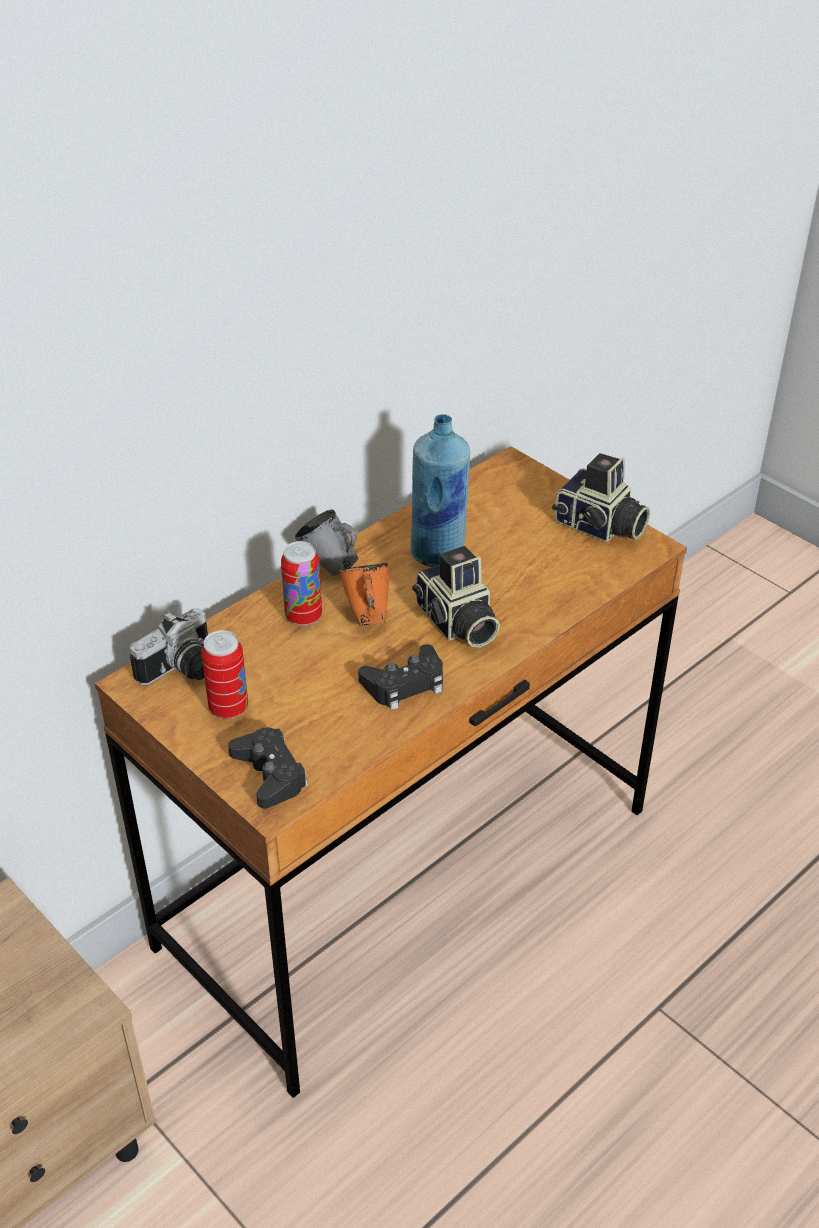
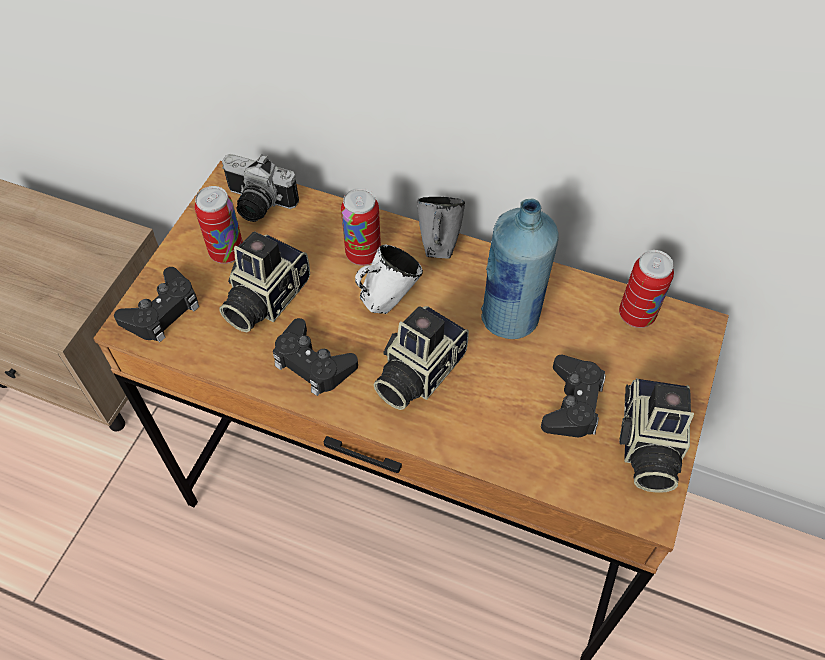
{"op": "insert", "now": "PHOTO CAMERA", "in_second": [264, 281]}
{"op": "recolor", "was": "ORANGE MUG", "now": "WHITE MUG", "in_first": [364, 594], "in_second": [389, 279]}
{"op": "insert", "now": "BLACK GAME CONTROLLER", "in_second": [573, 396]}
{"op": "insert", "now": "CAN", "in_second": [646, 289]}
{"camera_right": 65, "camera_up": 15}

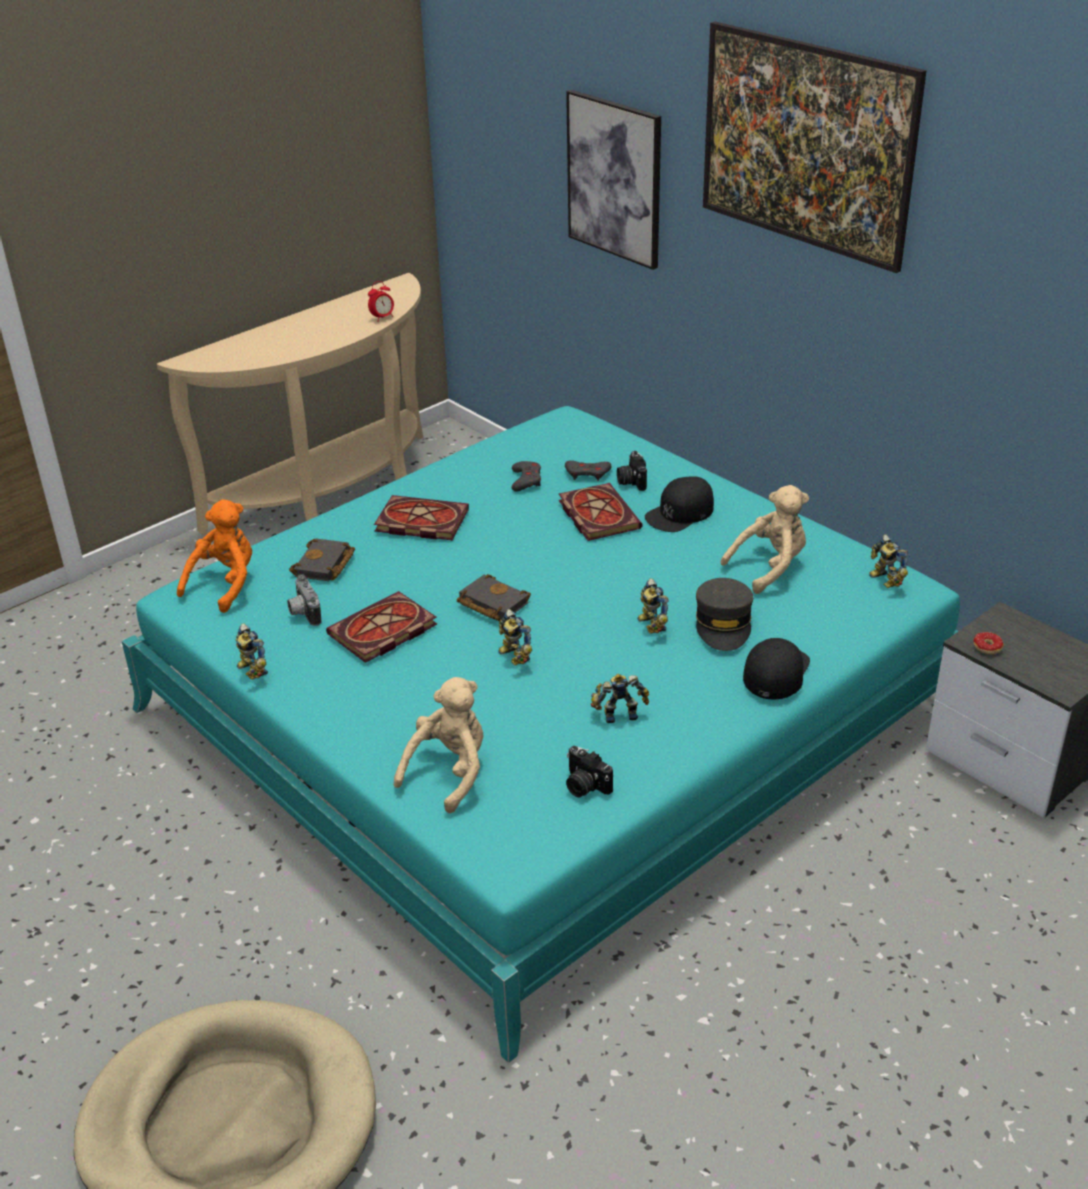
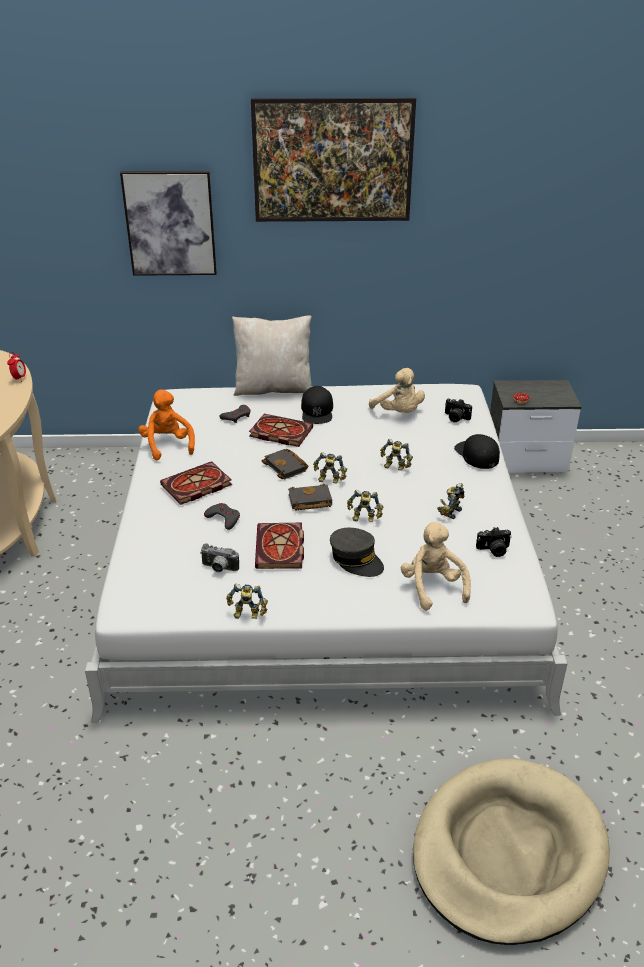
{"op": "recolor", "was": "TURQUOISE BED", "now": "WHITE BED", "in_first": [541, 734], "in_second": [326, 553]}
{"op": "move", "was": "ORANGE PLUSH TOY", "in_first": [214, 556], "in_second": [166, 424]}
{"op": "move", "was": "GREY GAME CONTROLLER", "in_first": [526, 476], "in_second": [222, 516]}
{"op": "insert", "now": "BEIGE PILLOW", "in_second": [272, 355]}
{"op": "move", "was": "BLACK BOOK", "in_first": [322, 559], "in_second": [284, 464]}
{"op": "move", "was": "TOY ROBOT", "in_first": [888, 561], "in_second": [330, 467]}
{"op": "move", "was": "GREY CAP", "in_first": [724, 614], "in_second": [357, 552]}
{"op": "rotate", "was": "BEIGE PLUSH TOY", "in_first": [764, 539], "in_second": [397, 390], "clockwise": 135}
{"op": "move", "was": "PHOTO CAMERA", "in_first": [632, 471], "in_second": [458, 410]}
{"camera_right": -50, "camera_up": 0}

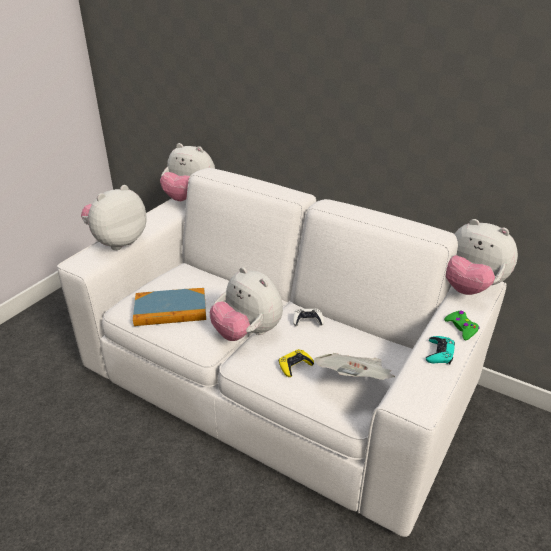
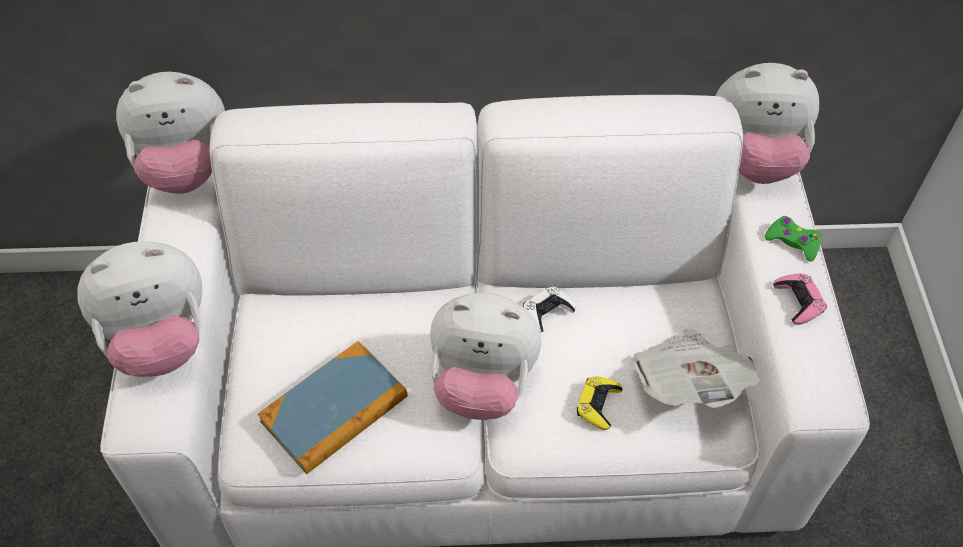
{"op": "rotate", "was": "PLUSH TOY", "in_first": [113, 217], "in_second": [139, 309], "clockwise": -120}
{"op": "recolor", "was": "TURQUOISE GAME CONTROLLER", "now": "PINK GAME CONTROLLER", "in_first": [440, 350], "in_second": [800, 299]}
{"camera_right": -35, "camera_up": 20}

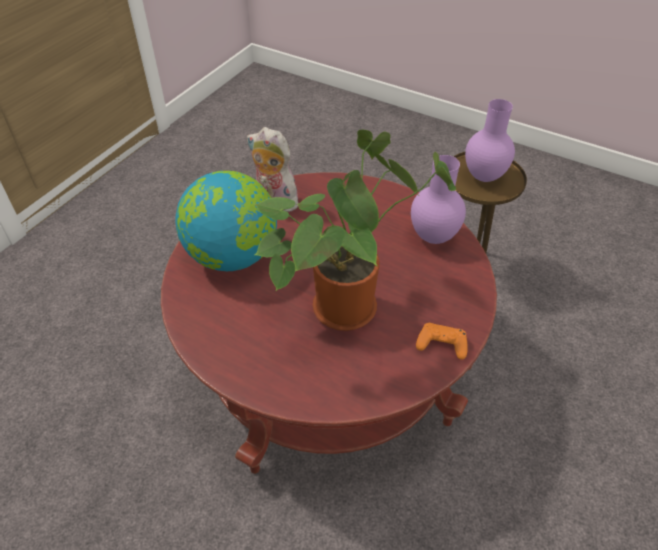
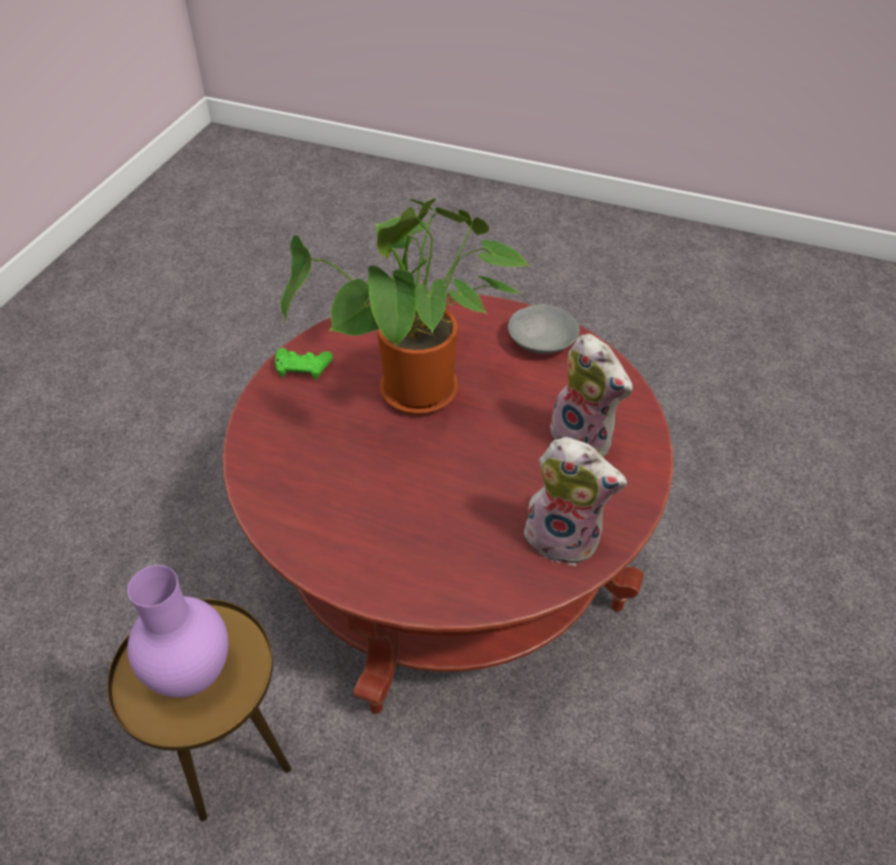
{"op": "recolor", "was": "ORANGE GAME CONTROLLER", "now": "GREEN GAME CONTROLLER", "in_first": [442, 341], "in_second": [304, 363]}
{"op": "insert", "now": "GREY BOWL", "in_second": [544, 329]}
{"op": "replace", "was": "GLOBE", "now": "PLUSH TOY", "in_first": [226, 221], "in_second": [590, 395]}
{"op": "delete", "was": "PURPLE VASE", "in_first": [438, 199]}
{"camera_right": 170, "camera_up": 0}

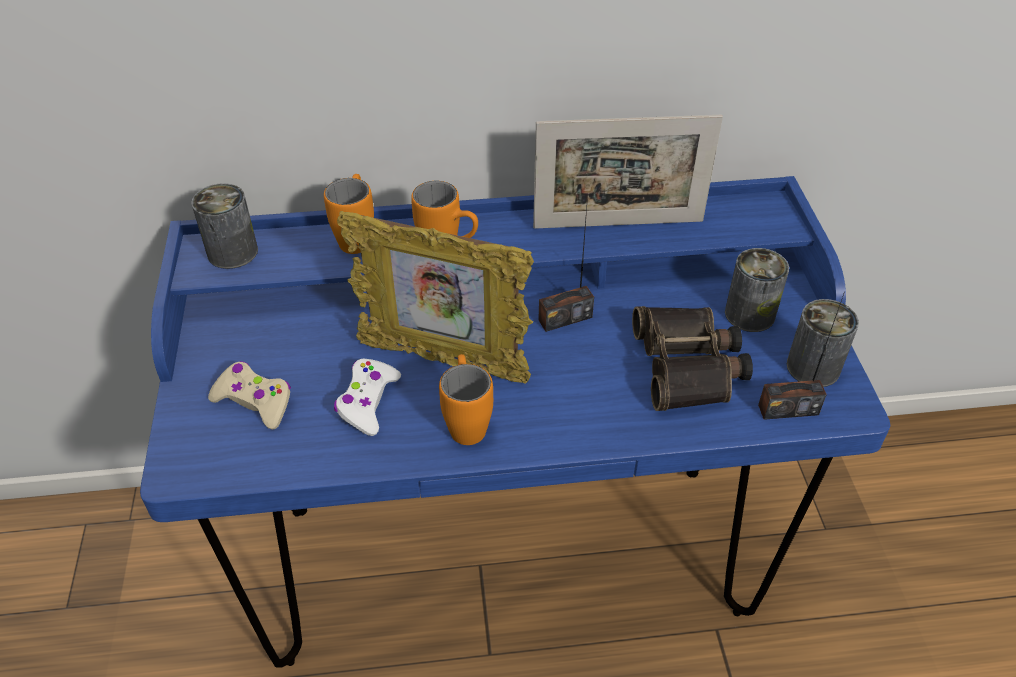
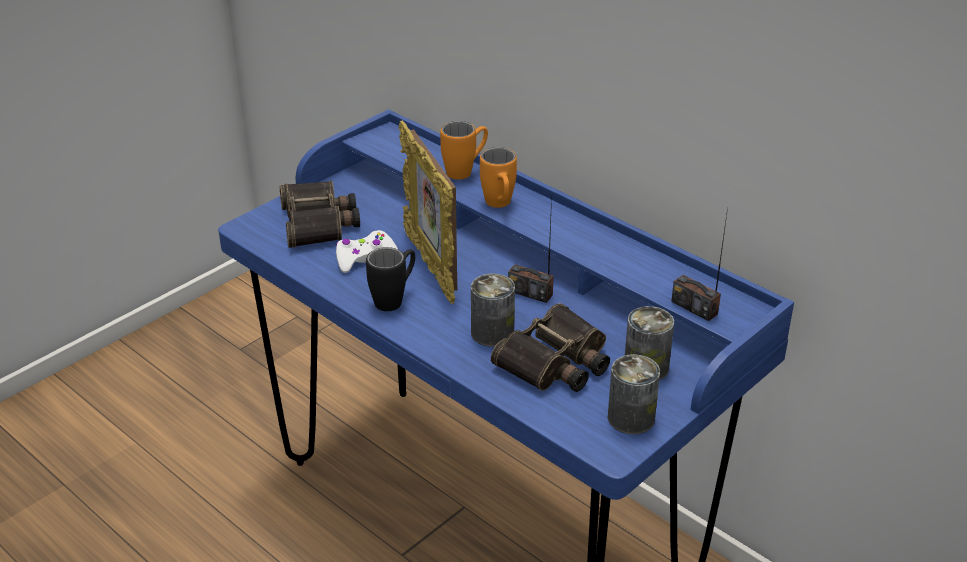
{"op": "replace", "was": "BEIGE GAME CONTROLLER", "now": "BINOCULARS", "in_first": [249, 395], "in_second": [320, 214]}
{"op": "recolor", "was": "ORANGE MUG", "now": "BLACK MUG", "in_first": [466, 399], "in_second": [390, 279]}
{"op": "move", "was": "CAN", "in_first": [224, 226], "in_second": [493, 310]}
{"op": "move", "was": "RADIO", "in_first": [801, 355], "in_second": [699, 264]}
{"op": "delete", "was": "PICTURE FRAME", "in_first": [628, 172]}
{"camera_right": 50, "camera_up": -10}

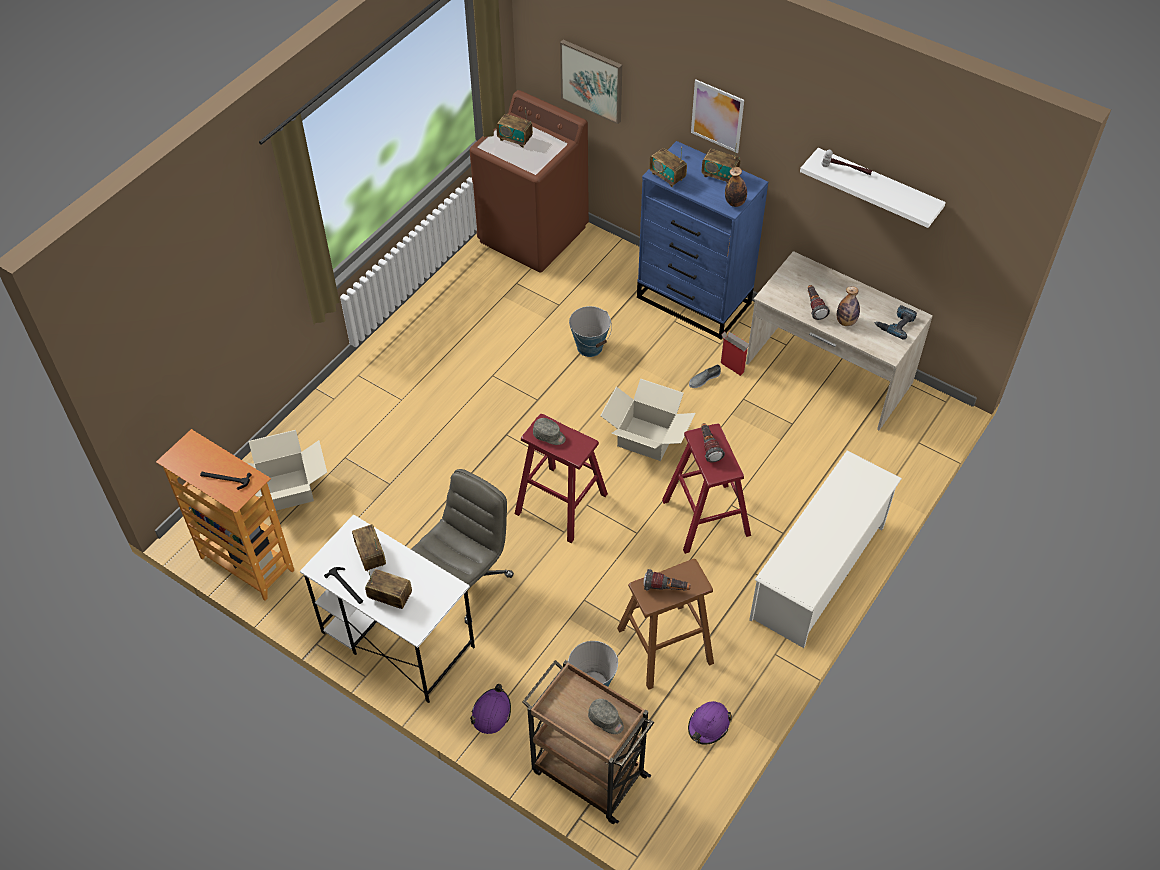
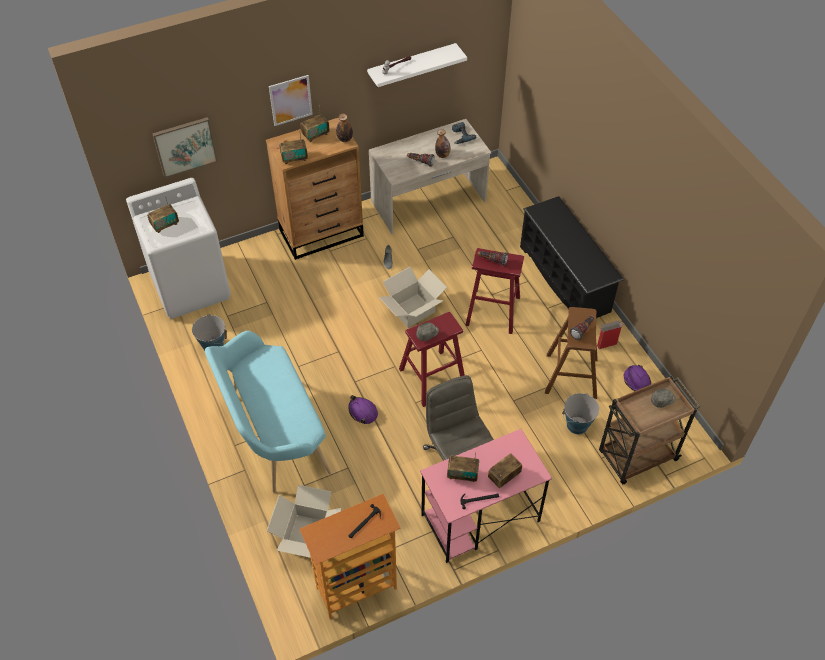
{"op": "recolor", "was": "BROWN WASHING MACHINE", "now": "WHITE WASHING MACHINE", "in_first": [529, 181], "in_second": [178, 248]}
{"op": "move", "was": "BUCKET", "in_first": [590, 331], "in_second": [209, 332]}
{"op": "insert", "now": "TURQUOISE BENCH", "in_second": [268, 412]}
{"op": "recolor", "was": "BLUE DRESSER", "now": "BROWN DRESSER", "in_first": [702, 240], "in_second": [315, 189]}
{"op": "move", "was": "PURPLE HARD HAT", "in_first": [490, 709], "in_second": [363, 409]}
{"op": "recolor", "was": "WHITE DESK", "now": "PINK DESK", "in_first": [387, 608], "in_second": [486, 496]}
{"op": "recolor", "was": "WHITE SHOE RACK", "now": "BLACK SHOE RACK", "in_first": [825, 549], "in_second": [572, 257]}
{"op": "move", "was": "CARDBOARD BOX", "in_first": [735, 354], "in_second": [610, 334]}
{"camera_right": -60, "camera_up": 0}

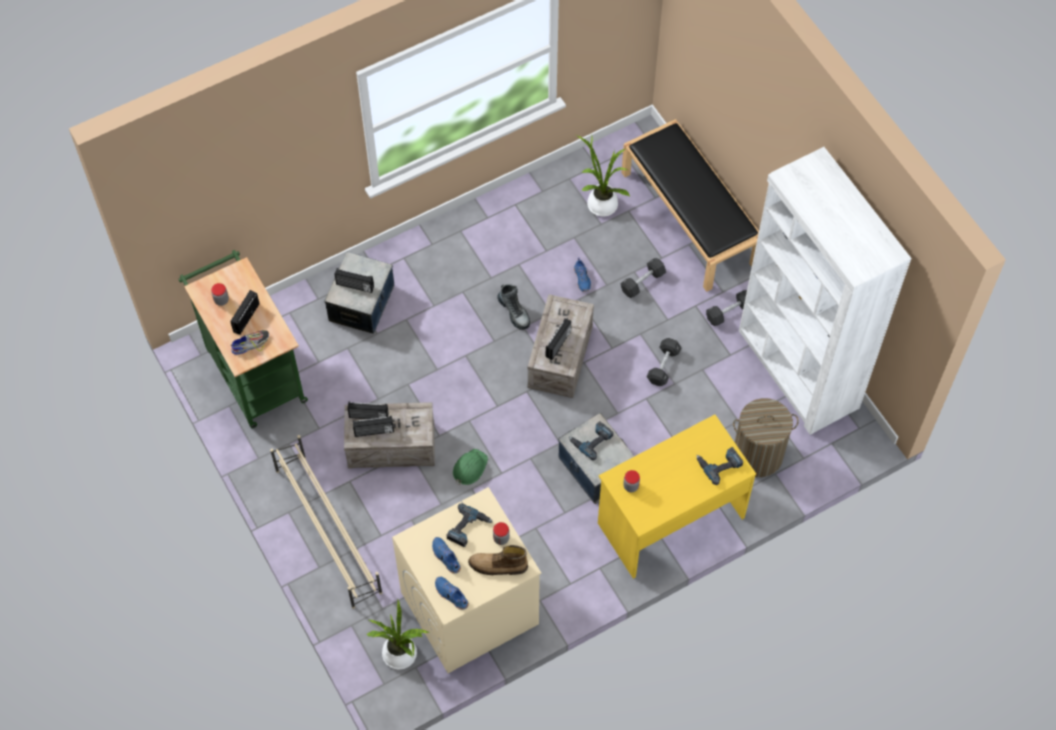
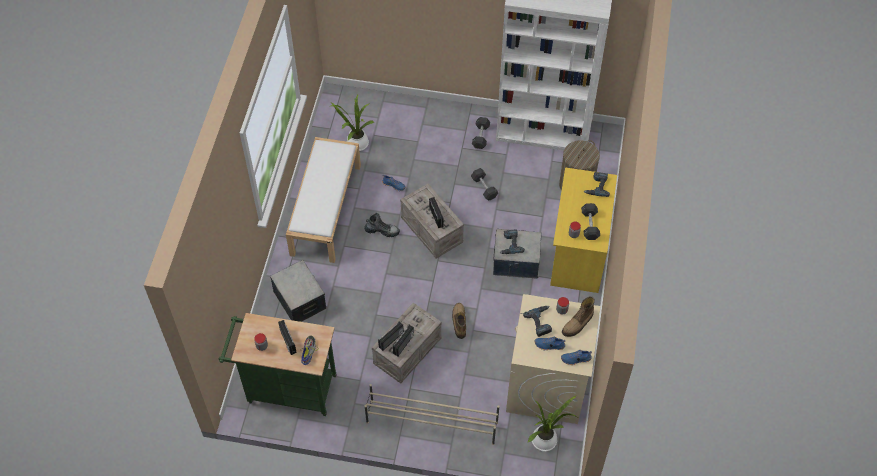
{"op": "insert", "now": "WHITE BENCH", "in_second": [323, 200]}
{"op": "replace", "was": "GREEN HARD HAT", "now": "BOOT", "in_first": [470, 467], "in_second": [459, 321]}
{"op": "move", "was": "BLACK DUMBBELL", "in_first": [643, 278], "in_second": [590, 221]}
{"op": "delete", "was": "RADIO", "in_first": [354, 280]}
{"op": "delete", "was": "BLACK BENCH", "in_first": [690, 205]}
{"camera_right": -50, "camera_up": -5}

